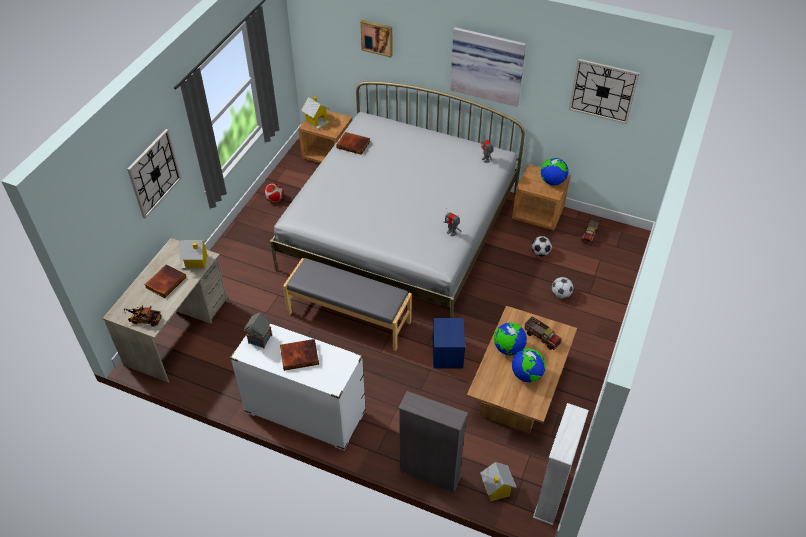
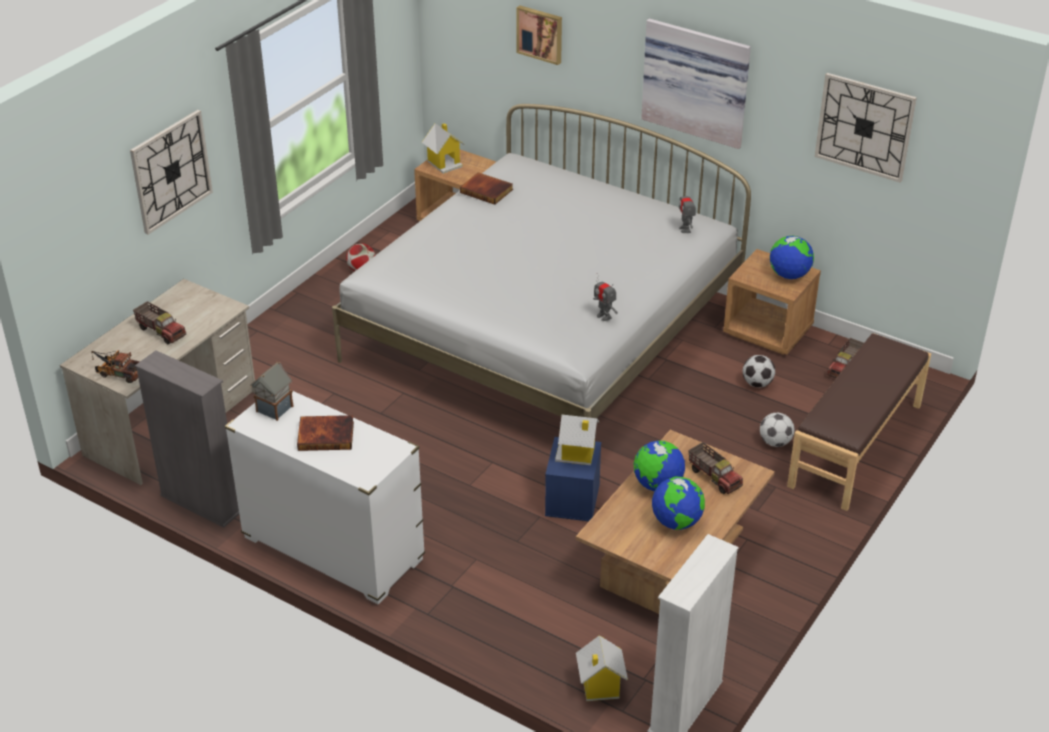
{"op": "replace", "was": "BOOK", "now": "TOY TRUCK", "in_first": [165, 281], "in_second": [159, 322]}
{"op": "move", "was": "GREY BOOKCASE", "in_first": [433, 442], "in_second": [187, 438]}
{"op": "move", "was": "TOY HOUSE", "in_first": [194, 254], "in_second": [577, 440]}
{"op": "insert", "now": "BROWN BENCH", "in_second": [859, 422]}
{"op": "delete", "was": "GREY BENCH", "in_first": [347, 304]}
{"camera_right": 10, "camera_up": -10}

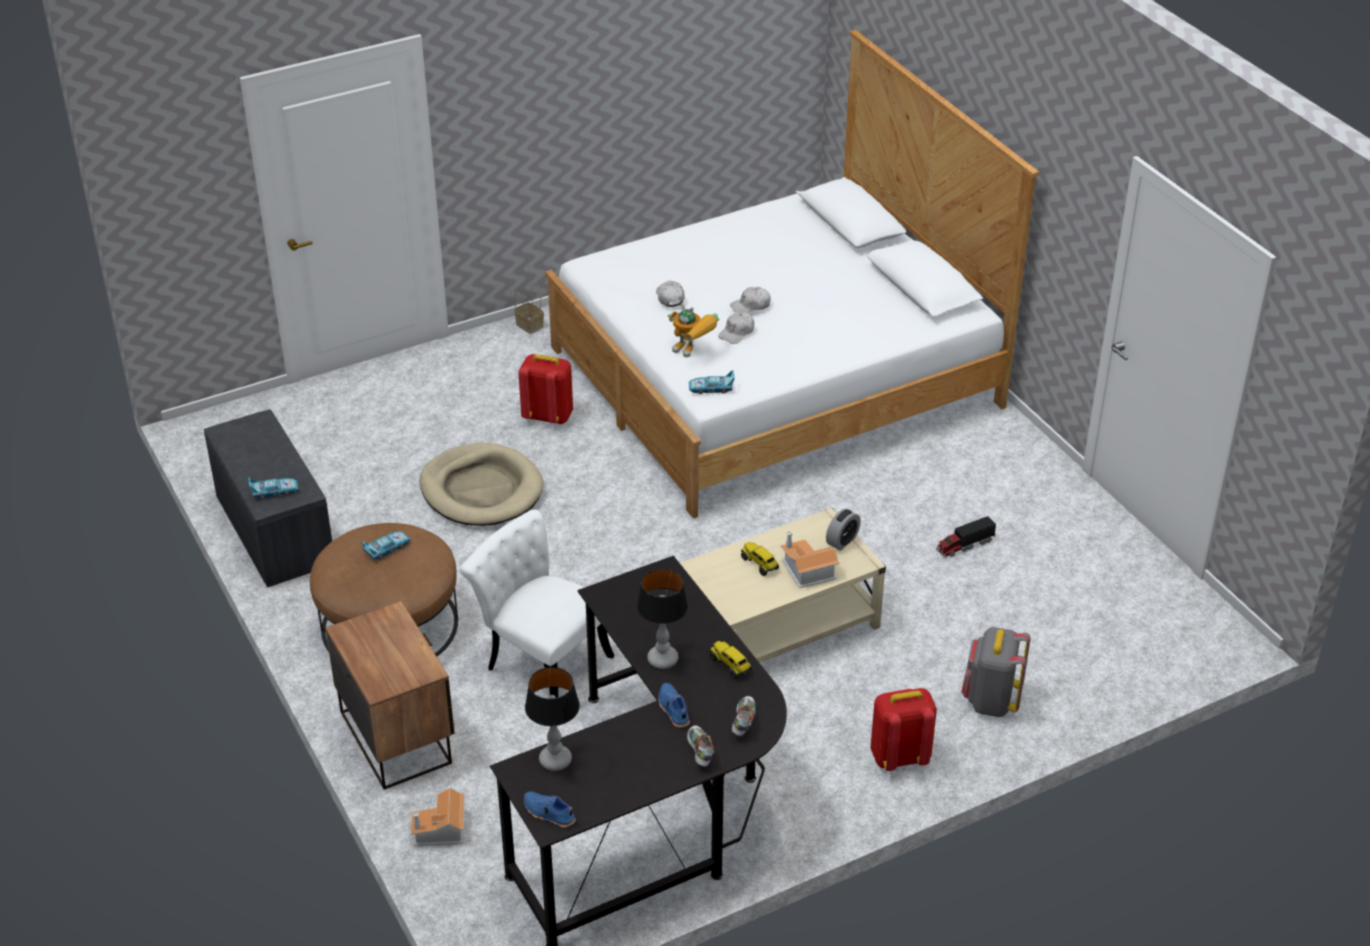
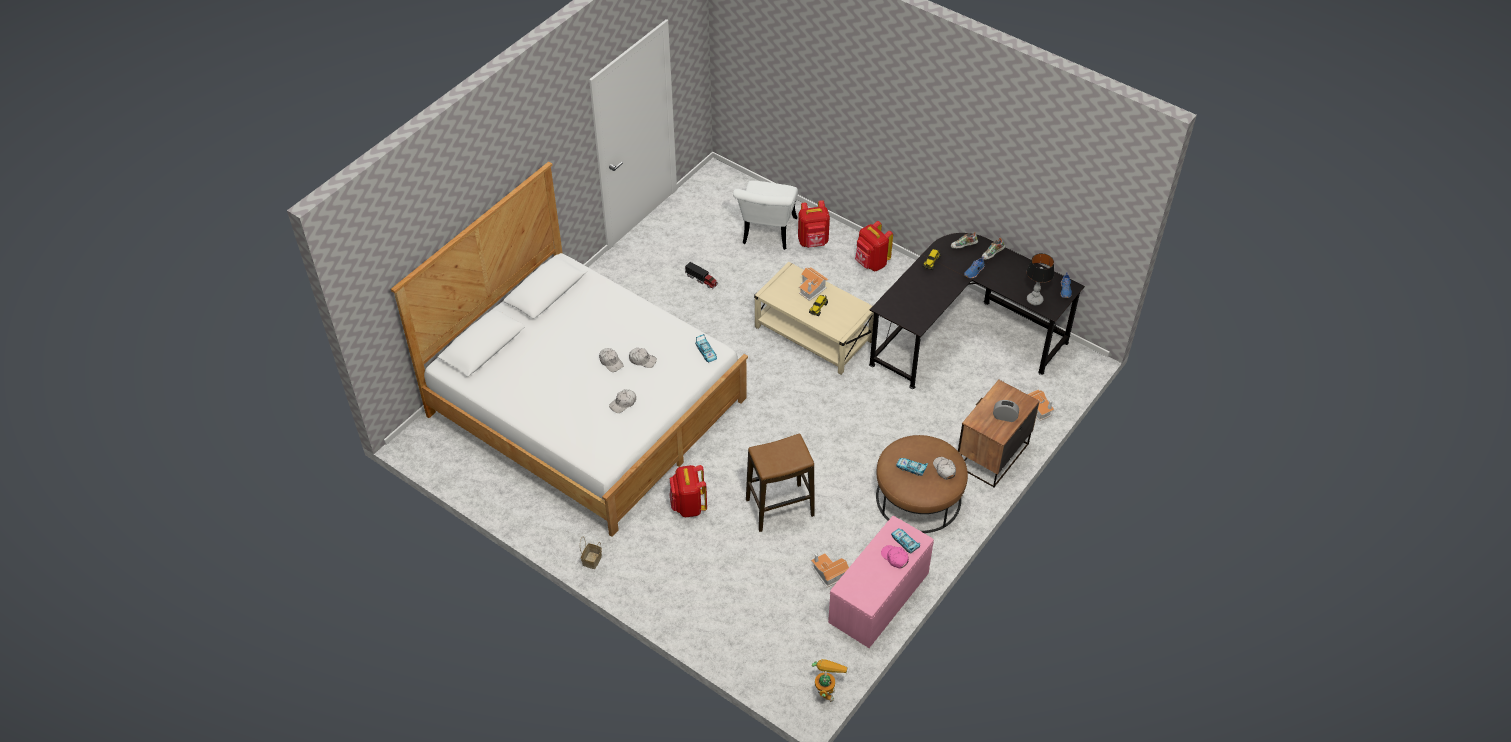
{"op": "move", "was": "WHITE CHAIR", "in_first": [537, 603], "in_second": [765, 215]}
{"op": "replace", "was": "BEIGE DOG BED", "now": "STOOL", "in_first": [481, 484], "in_second": [780, 483]}
{"op": "recolor", "was": "GREY BACKPACK", "now": "RED BACKPACK", "in_first": [995, 672], "in_second": [814, 224]}
{"op": "insert", "now": "TOY HOUSE", "in_second": [830, 570]}
{"op": "move", "was": "TOY ROBOT", "in_first": [693, 330], "in_second": [830, 680]}
{"op": "recolor", "was": "GREY BENCH", "now": "PINK BENCH", "in_first": [268, 498], "in_second": [881, 582]}
{"op": "insert", "now": "PINK CAP", "in_second": [895, 556]}
{"op": "insert", "now": "WHITE CAP", "in_second": [944, 468]}
{"op": "move", "was": "ALARM CLOCK", "in_first": [843, 530], "in_second": [1006, 411]}
{"op": "delete", "was": "TABLE LAMP", "in_first": [662, 619]}
{"camera_right": -115, "camera_up": 10}

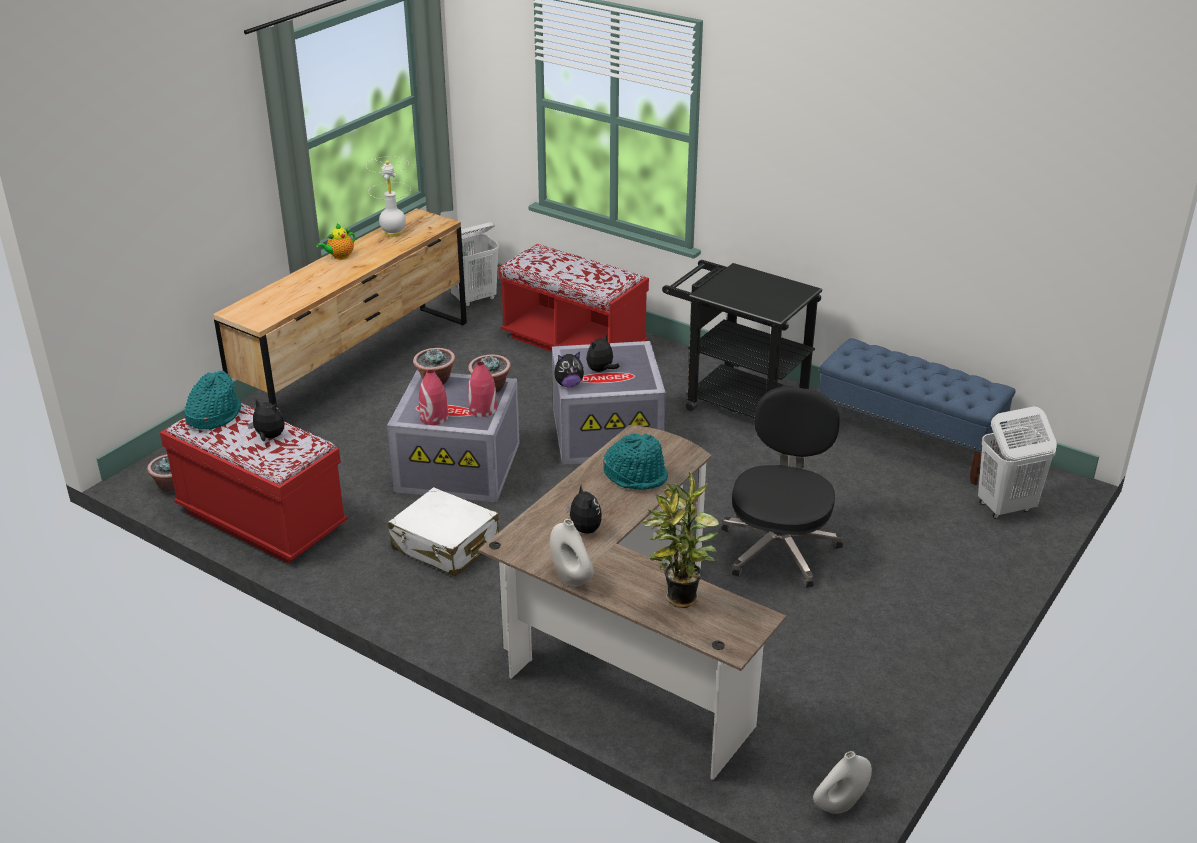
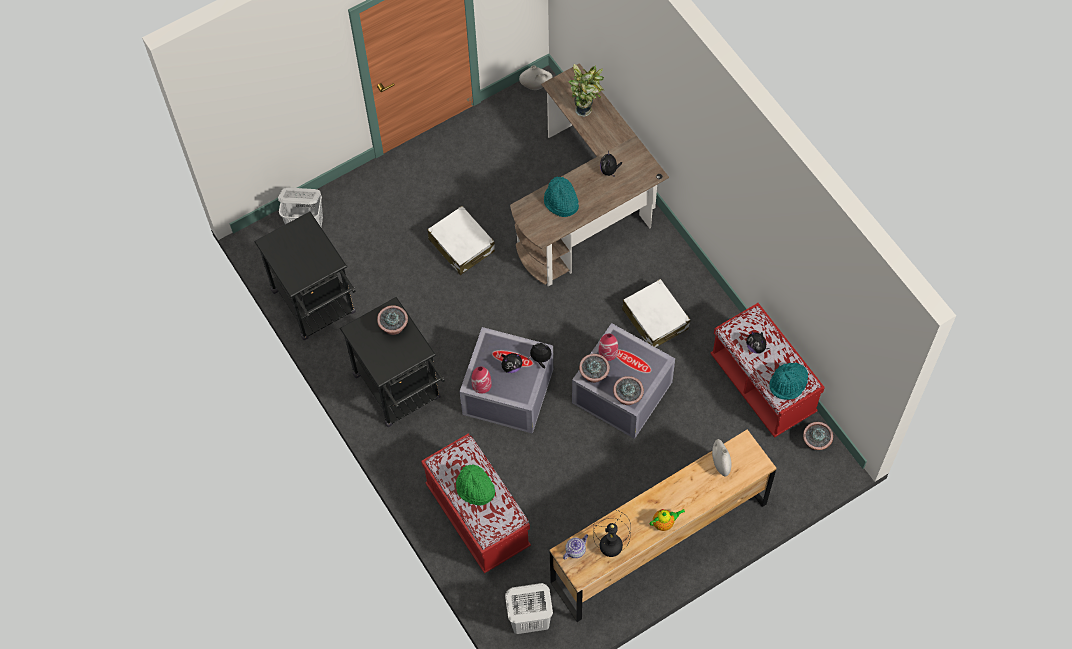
{"op": "replace", "was": "BLUE BENCH", "now": "BLACK CART", "in_first": [917, 411], "in_second": [305, 276]}
{"op": "insert", "now": "POTTED PLANT", "in_second": [392, 320]}
{"op": "replace", "was": "BLACK OFFICE CHAIR", "now": "WHITE SUITCASE", "in_first": [782, 487], "in_second": [461, 240]}
{"op": "insert", "now": "GREEN HAT", "in_second": [475, 485]}
{"op": "move", "was": "RED VASE", "in_first": [433, 397], "in_second": [482, 380]}
{"op": "insert", "now": "TEAPOT", "in_second": [575, 546]}
{"op": "recolor", "was": "WHITE TABLE LAMP", "now": "BLACK TABLE LAMP", "in_first": [388, 196], "in_second": [612, 533]}
{"op": "move", "was": "WHITE VASE", "in_first": [572, 553], "in_second": [722, 457]}
{"camera_right": -155, "camera_up": 30}

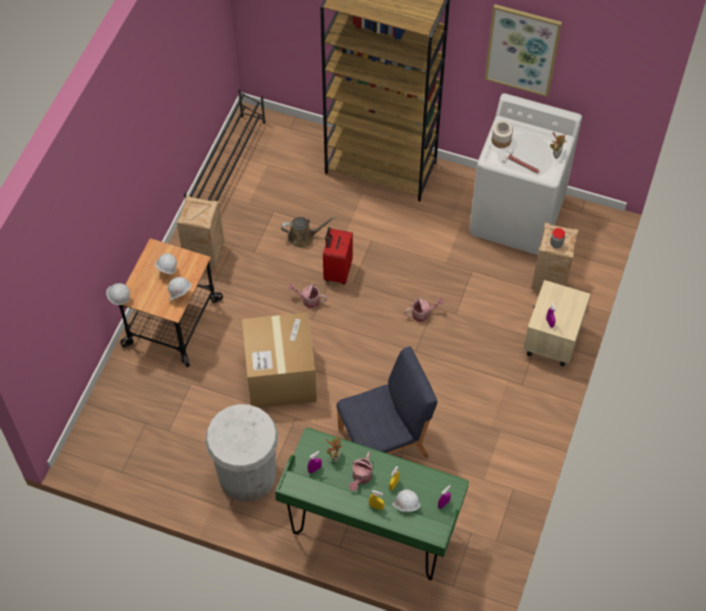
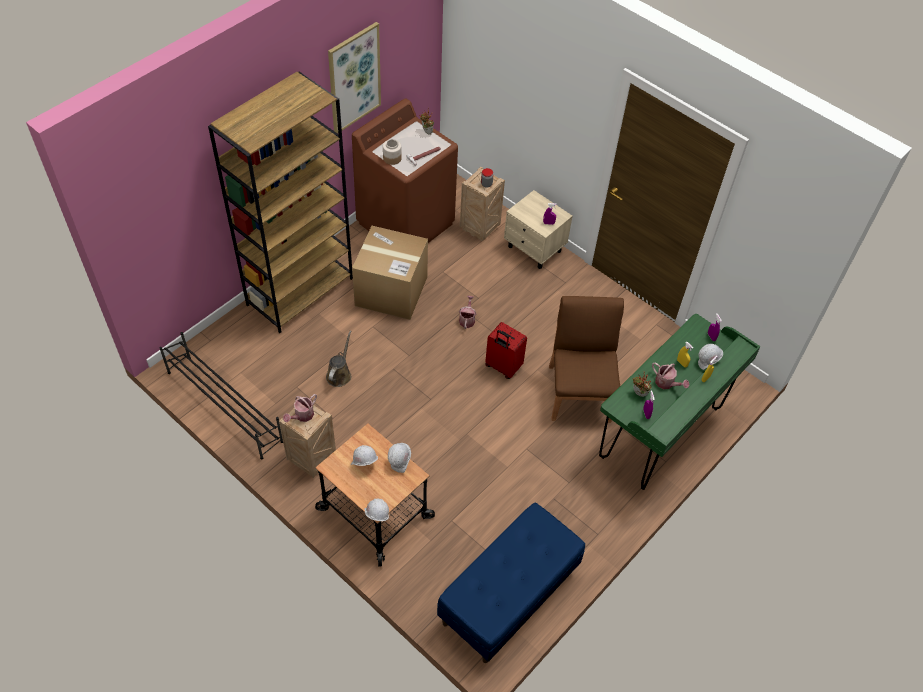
{"op": "move", "was": "WATERING CAN", "in_first": [307, 295], "in_second": [300, 408]}
{"op": "recolor", "was": "WHITE WASHING MACHINE", "now": "BROWN WASHING MACHINE", "in_first": [525, 174], "in_second": [405, 171]}
{"op": "move", "was": "CARDBOARD BOX", "in_first": [279, 360], "in_second": [390, 273]}
{"op": "insert", "now": "BLUE BENCH", "in_second": [511, 582]}
{"op": "move", "was": "RED SUITCASE", "in_first": [338, 255], "in_second": [506, 350]}
{"op": "recolor", "was": "BLUE CHAIR", "now": "BROWN CHAIR", "in_first": [387, 402], "in_second": [586, 359]}
{"op": "delete", "was": "WHITE TRASH CAN", "in_first": [241, 453]}
{"camera_right": -70, "camera_up": -5}

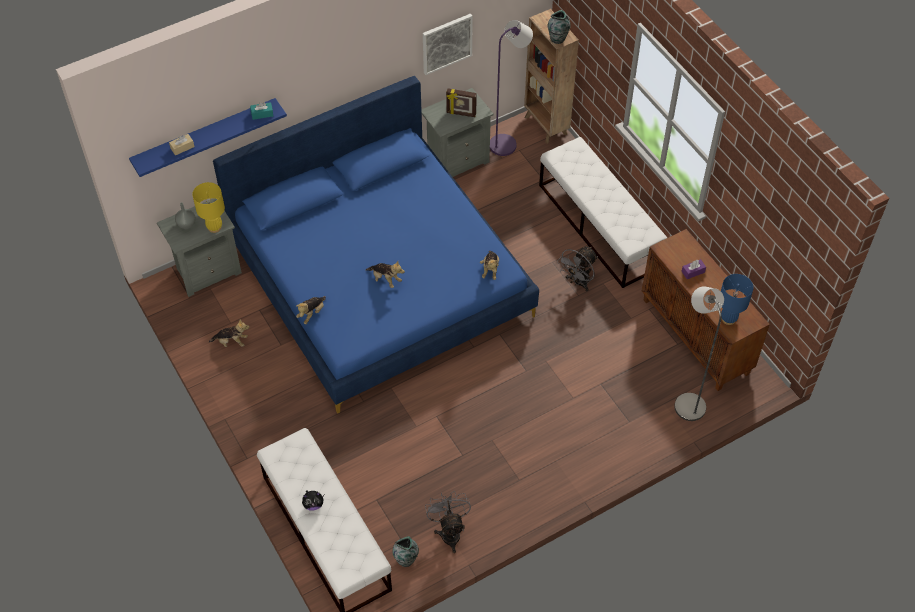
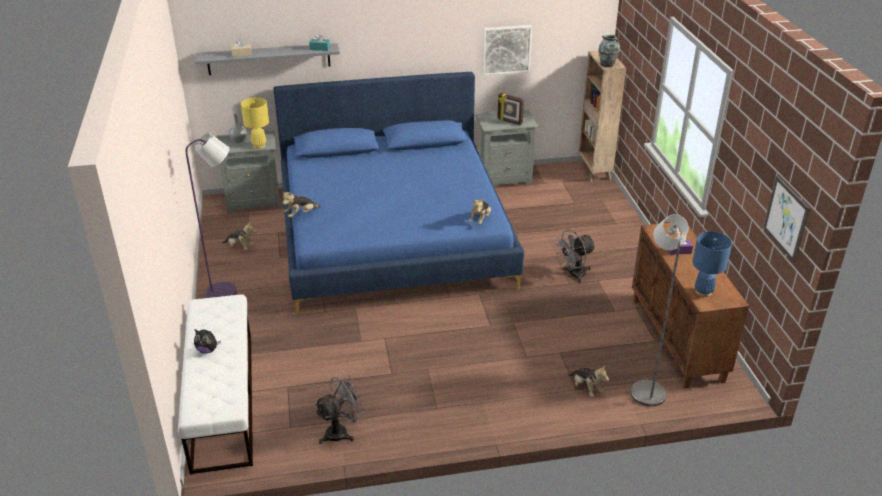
{"op": "move", "was": "PURPLE FLOOR LAMP", "in_first": [511, 88], "in_second": [211, 215]}
{"op": "recolor", "was": "BLUE SHELF", "now": "GREY SHELF", "in_first": [208, 137], "in_second": [267, 59]}
{"op": "rotate", "was": "GREY FAN", "in_first": [448, 522], "in_second": [340, 409], "clockwise": 45}
{"op": "move", "was": "PLUSH TOY", "in_first": [385, 274], "in_second": [588, 381]}
{"op": "insert", "now": "PICTURE", "in_second": [786, 219]}
{"op": "delete", "was": "VASE", "in_first": [405, 551]}
{"op": "delete", "was": "WHITE BENCH", "in_first": [603, 212]}
{"camera_right": 20, "camera_up": -20}

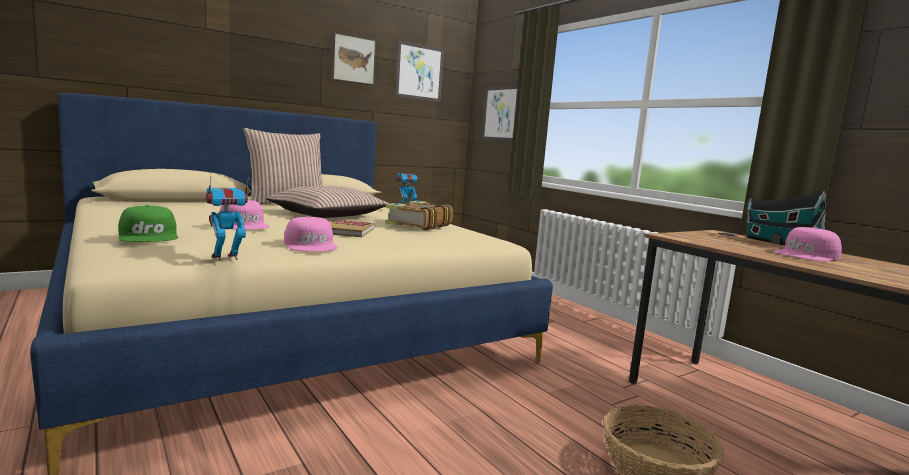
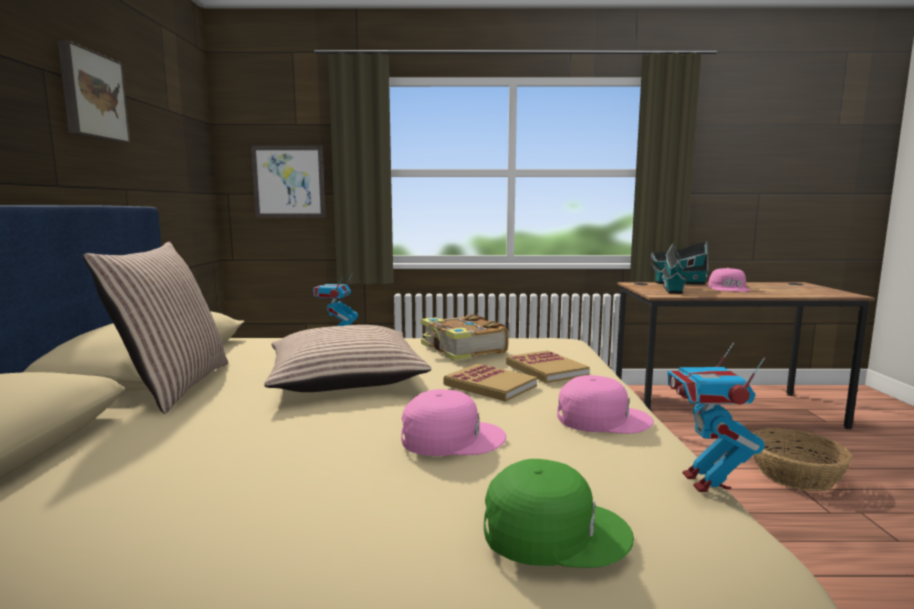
{"op": "insert", "now": "BOOK", "in_second": [548, 366]}
{"op": "insert", "now": "TOY HOUSE", "in_second": [674, 268]}
{"op": "delete", "was": "PICTURE", "in_first": [419, 71]}
{"camera_right": -55, "camera_up": 0}

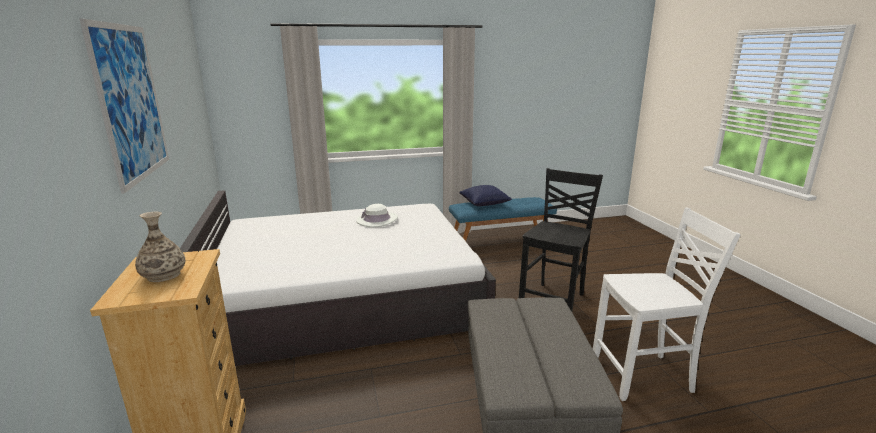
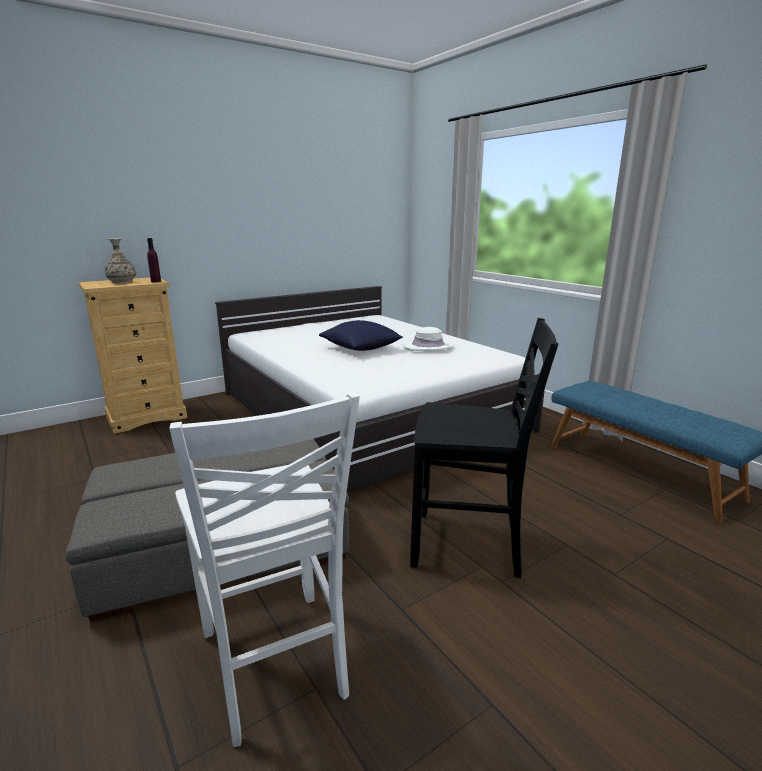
{"op": "insert", "now": "PURPLE BOTTLE", "in_second": [154, 260]}
{"op": "move", "was": "BLUE PILLOW", "in_first": [485, 195], "in_second": [361, 335]}
{"op": "delete", "was": "PICTURE", "in_first": [124, 106]}
{"camera_right": 70, "camera_up": 0}

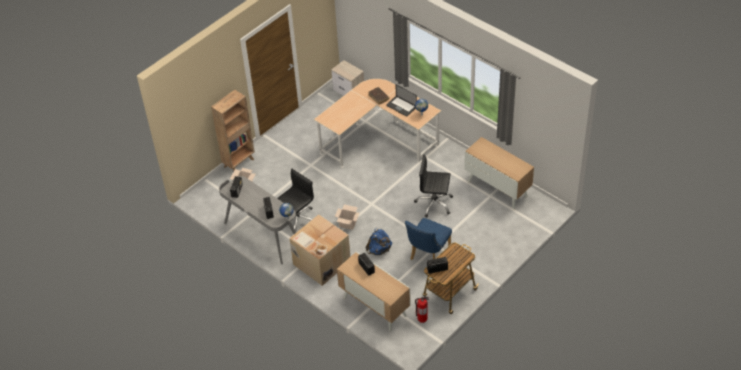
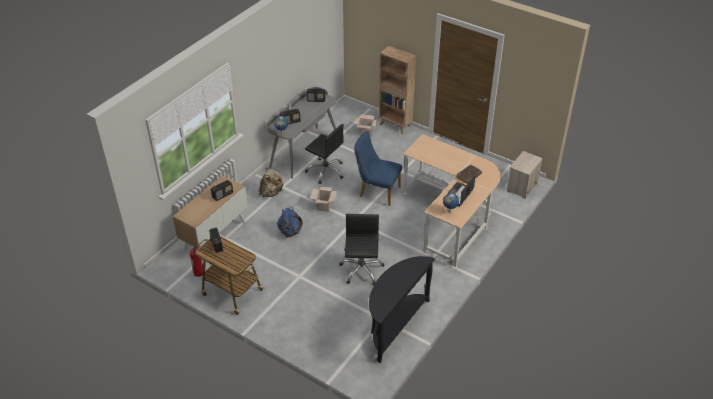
{"op": "replace", "was": "CARDBOARD BOX", "now": "BEIGE BACKPACK", "in_first": [319, 250], "in_second": [271, 183]}
{"op": "move", "was": "BLUE CHAIR", "in_first": [428, 239], "in_second": [378, 168]}
{"op": "replace", "was": "CABINET", "now": "BLACK CONSOLE TABLE", "in_first": [499, 173], "in_second": [402, 309]}
{"camera_right": 80, "camera_up": -5}

